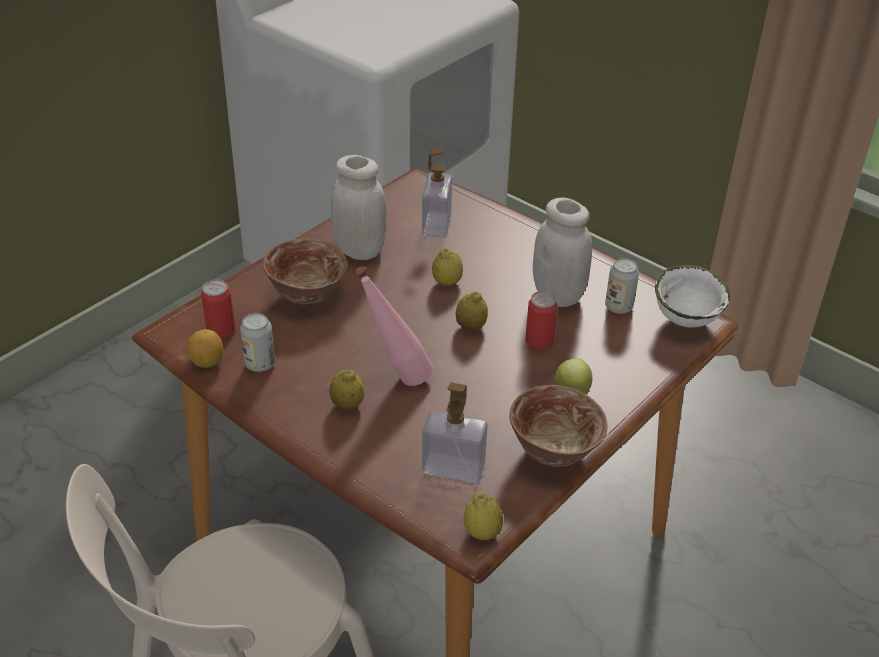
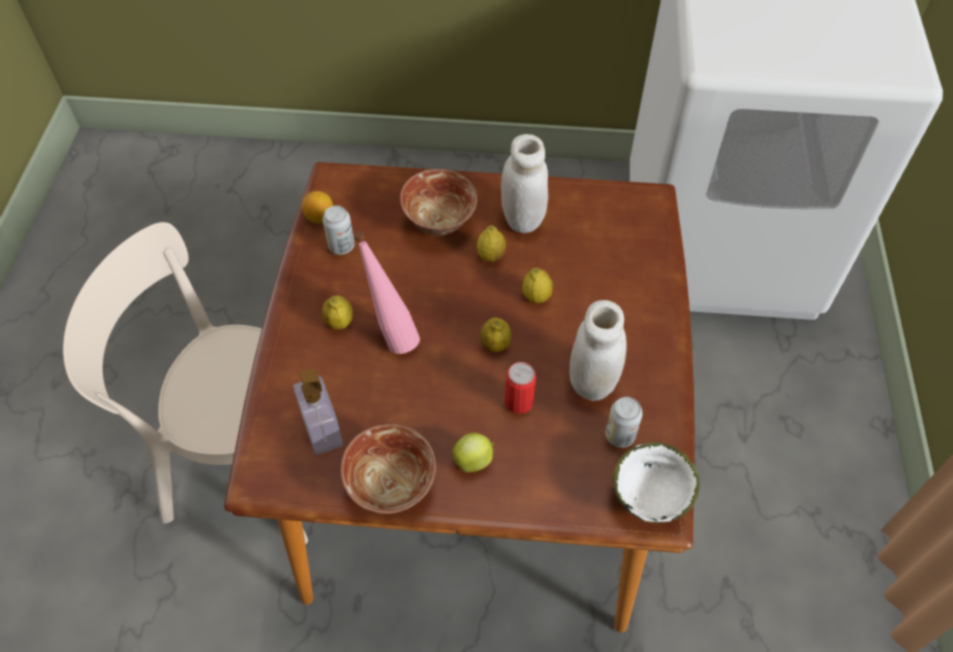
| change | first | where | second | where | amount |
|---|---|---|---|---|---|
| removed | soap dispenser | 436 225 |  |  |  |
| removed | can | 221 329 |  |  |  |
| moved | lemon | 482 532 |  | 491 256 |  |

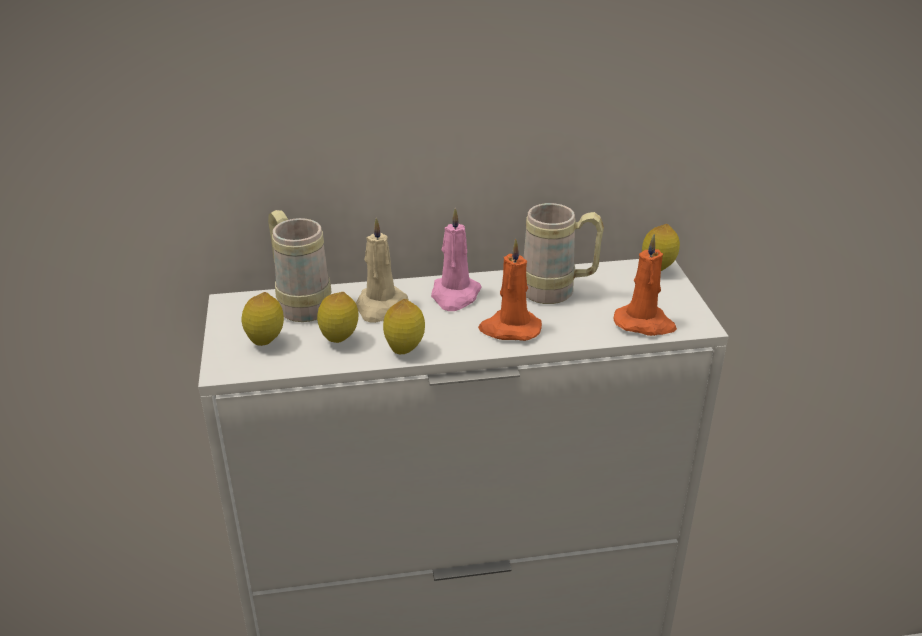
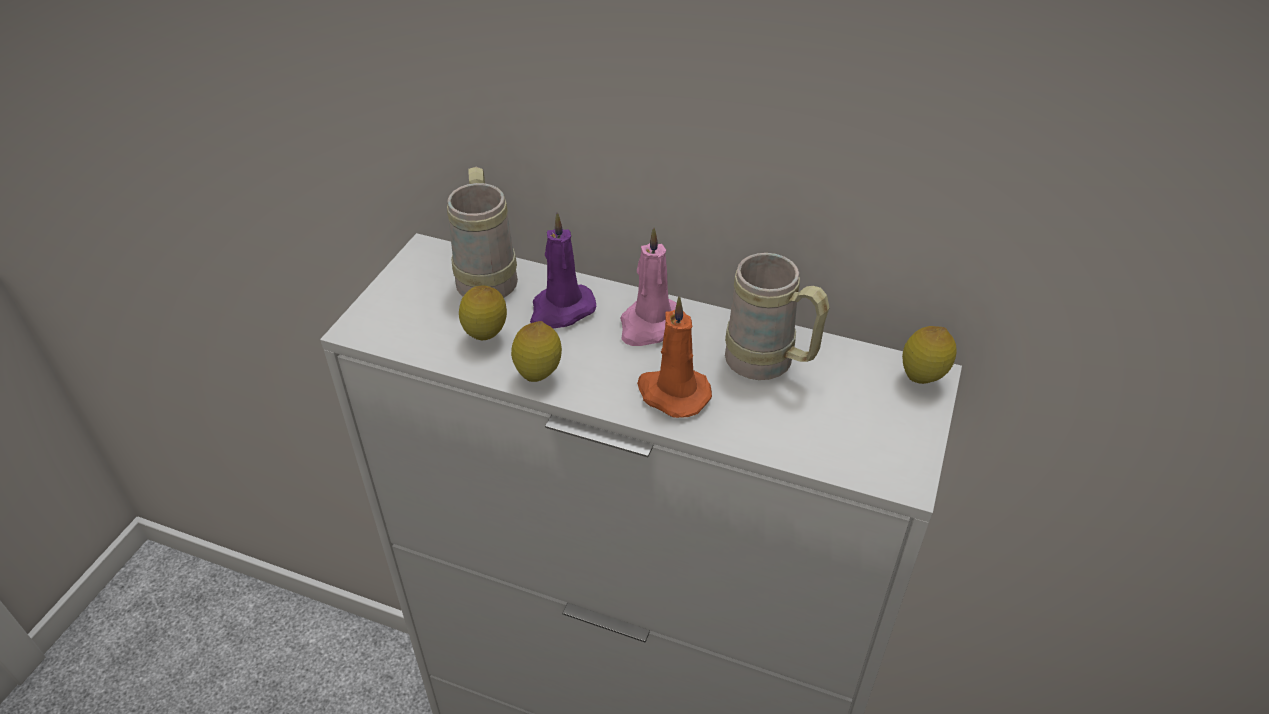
| change | first | where | second | where | amount |
|---|---|---|---|---|---|
| recoloured | candle (beige) | 380 306 | candle (purple) | 561 310 |  |
| removed | candle (orange) | 645 323 |  |  |  |
| removed | lemon | 266 343 |  |  |  |

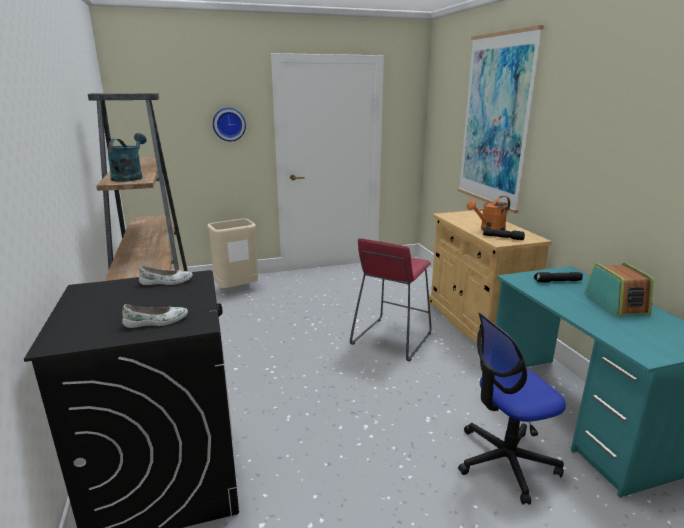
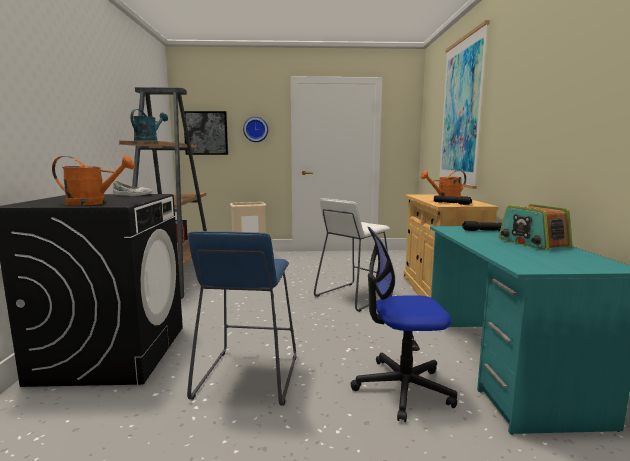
| change | first | where | second | where | amount |
|---|---|---|---|---|---|
| recoloured | stool (red) | 391 339 | stool (white) | 353 296 |  |
| turned | radio | 616 303 |  | 532 243 | 150 degrees clockwise |
| replaced | shoe (white) | 156 322 | watering can (orange) | 94 203 |  |
| added |  |  | picture | 206 133 |  |
| added |  |  | stool (blue) | 248 377 |  |

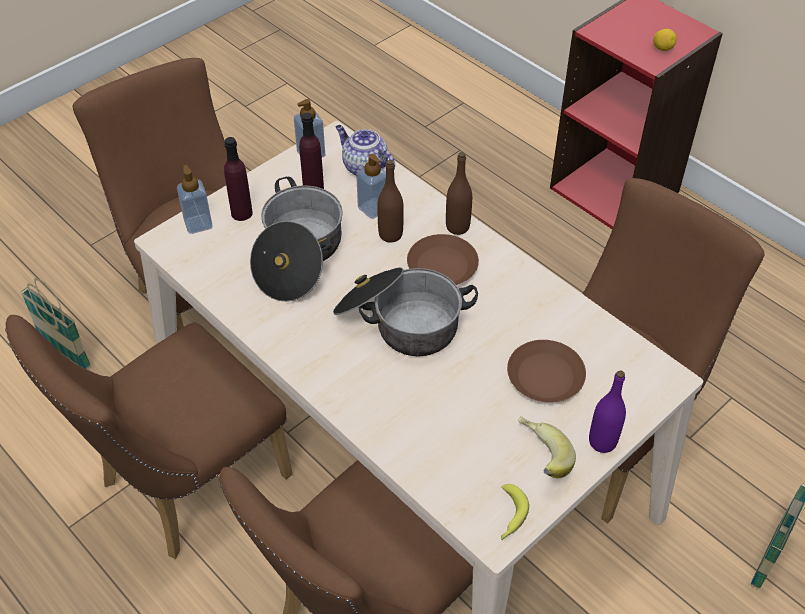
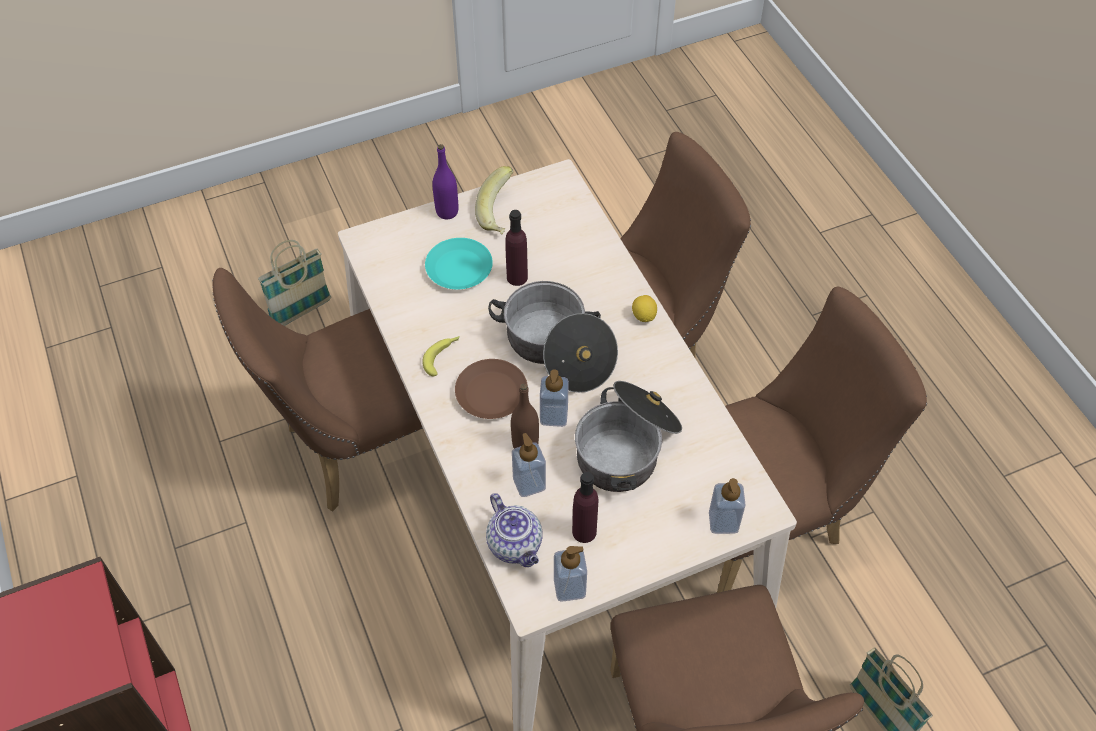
| change | first | where | second | where | amount |
|---|---|---|---|---|---|
| moved | lemon | 662 48 |  | 643 316 |  |
| moved | bottle (purple) | 241 213 |  | 517 277 |  |
| removed | bottle (brown) | 457 227 |  |  |  |
| recoloured | plate (brown) | 544 376 | plate (turquoise) | 460 269 |  |
| moved | banana | 509 516 |  | 442 356 |  |
| added |  |  | soap dispenser | 554 415 |  |

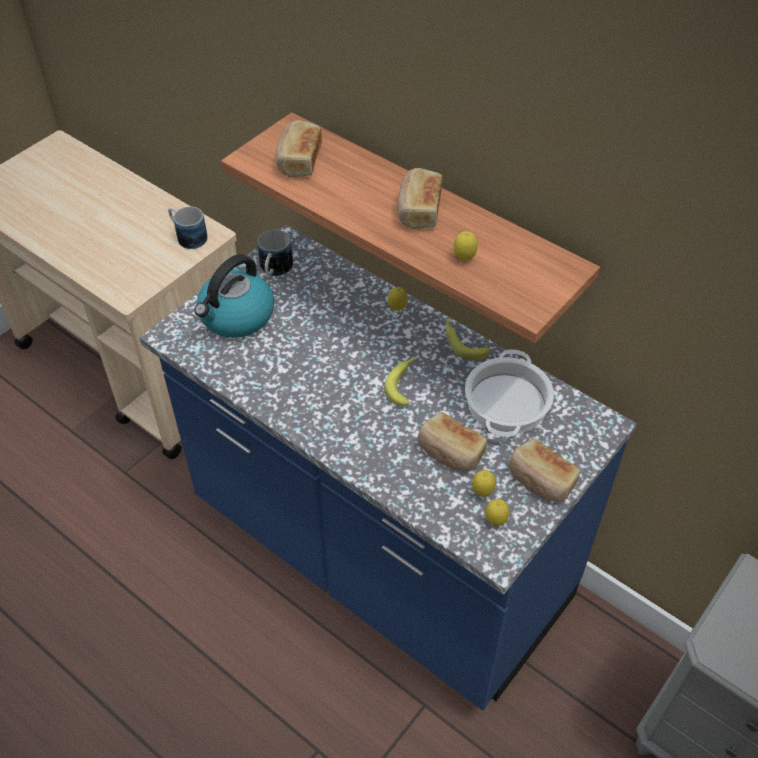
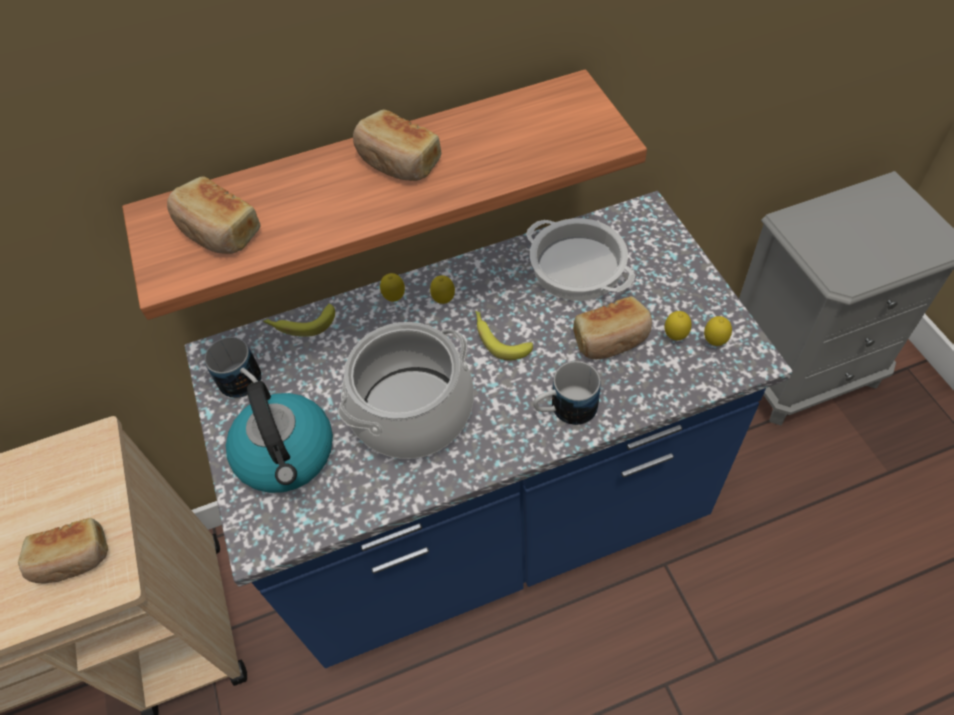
| change | first | where | second | where | amount |
|---|---|---|---|---|---|
| moved | mug | 187 236 |  | 564 410 |  |
| moved | lemon | 464 258 |  | 444 301 |  |
| moved | banana | 462 342 |  | 300 324 |  |
| moved | bread | 541 480 |  | 72 559 |  |
| added |  |  | cooking pot | 412 410 |  |

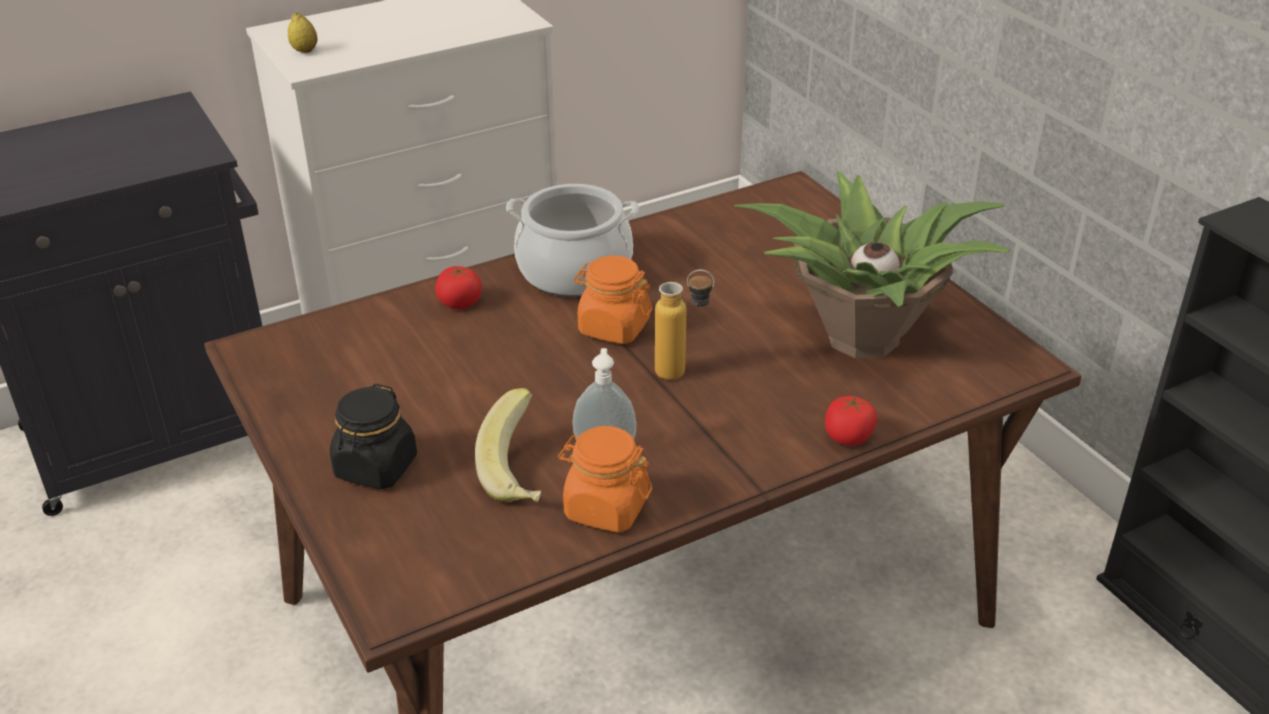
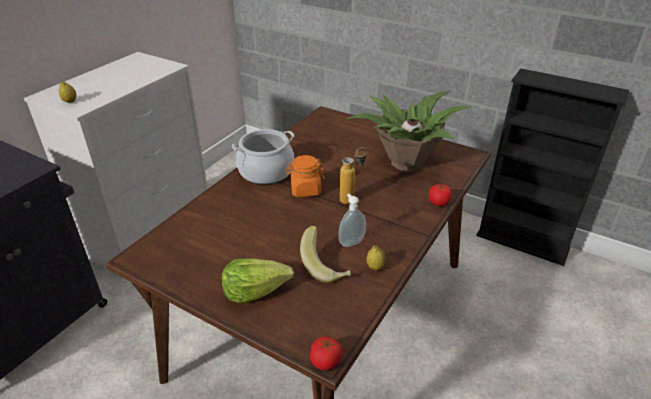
| change | first | where | second | where | amount |
|---|---|---|---|---|---|
| moved | tomato | 460 303 |  | 325 361 |  |
| replaced | jar (black) | 376 467 | lettuce | 255 290 |  |
| replaced | jar (orange) | 605 508 | lemon | 375 267 |  |

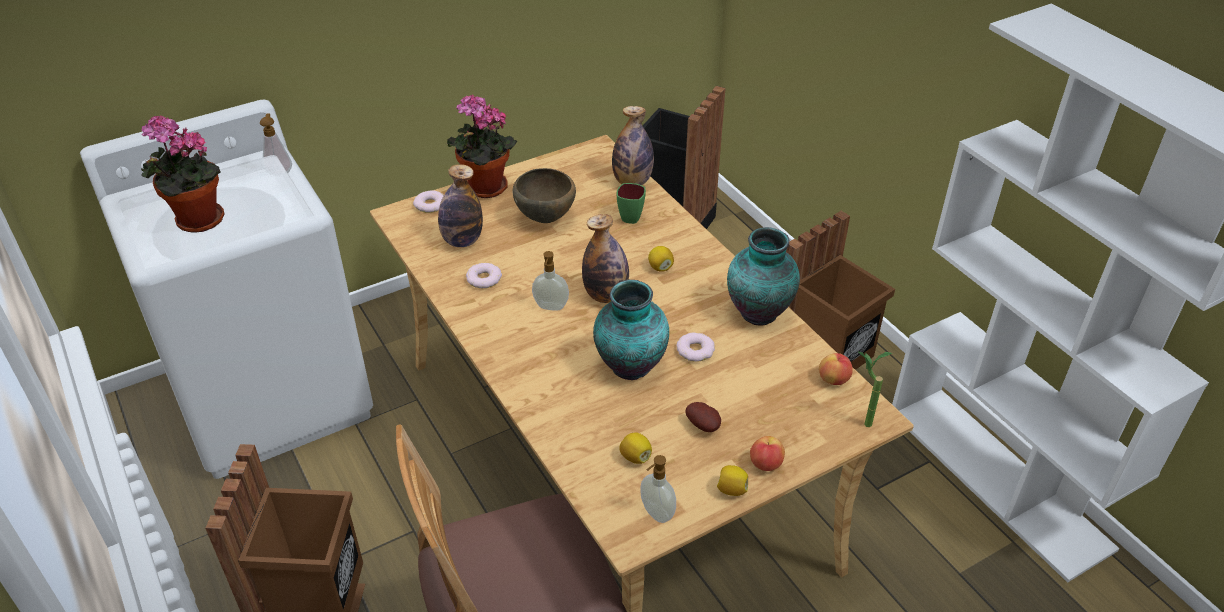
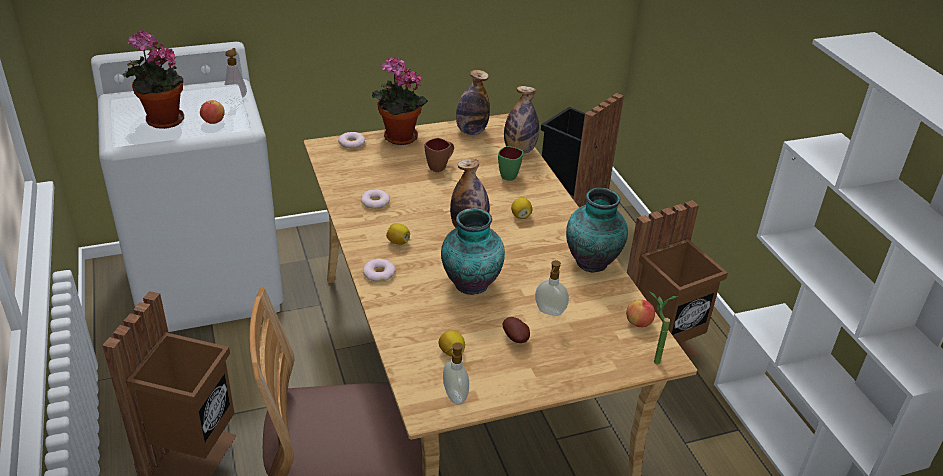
| change | first | where | second | where | amount |
|---|---|---|---|---|---|
| moved | bottle | 462 241 |  | 471 131 |  |
| replaced | bowl (brown) | 546 218 | mug (brown) | 440 166 |  |
| moved | soap dispenser | 550 307 |  | 549 312 |  |
| moved | donut | 695 350 |  | 379 273 |  |
| moved | apple | 765 464 |  | 213 122 |  |
| moved | lemon | 731 489 |  | 398 242 |  |

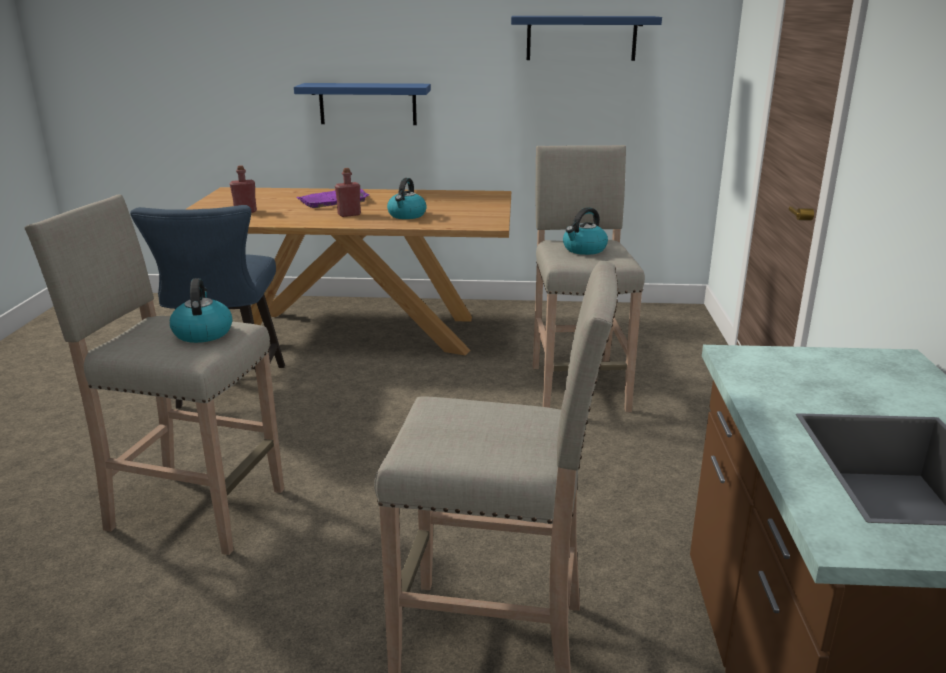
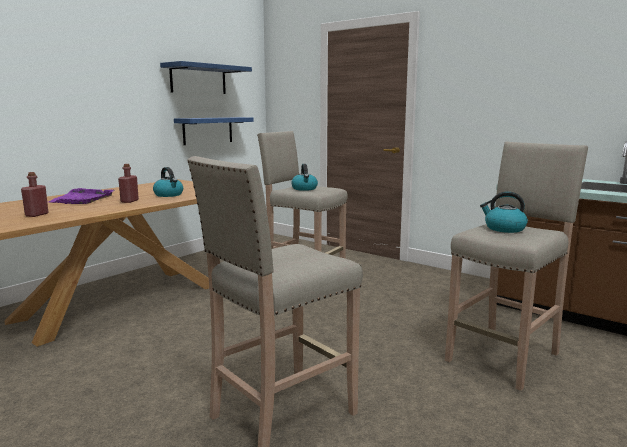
| change | first | where | second | where | amount |
|---|---|---|---|---|---|
| moved | shelf (blue) | 367 104 |  | 208 130 |  |
| removed | chair (blue) | 229 390 |  |  |  |
| moved | kettle | 202 333 |  | 504 229 |  |

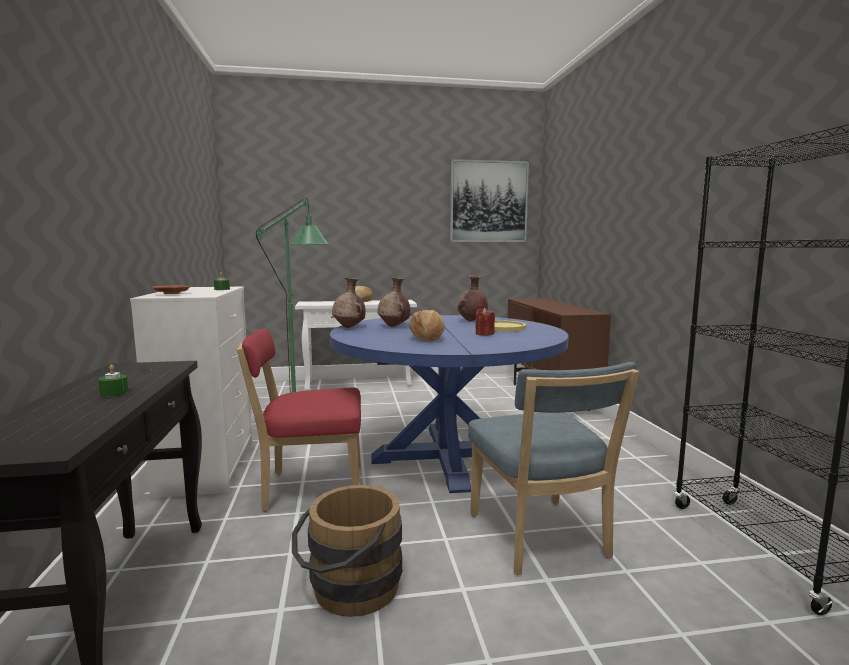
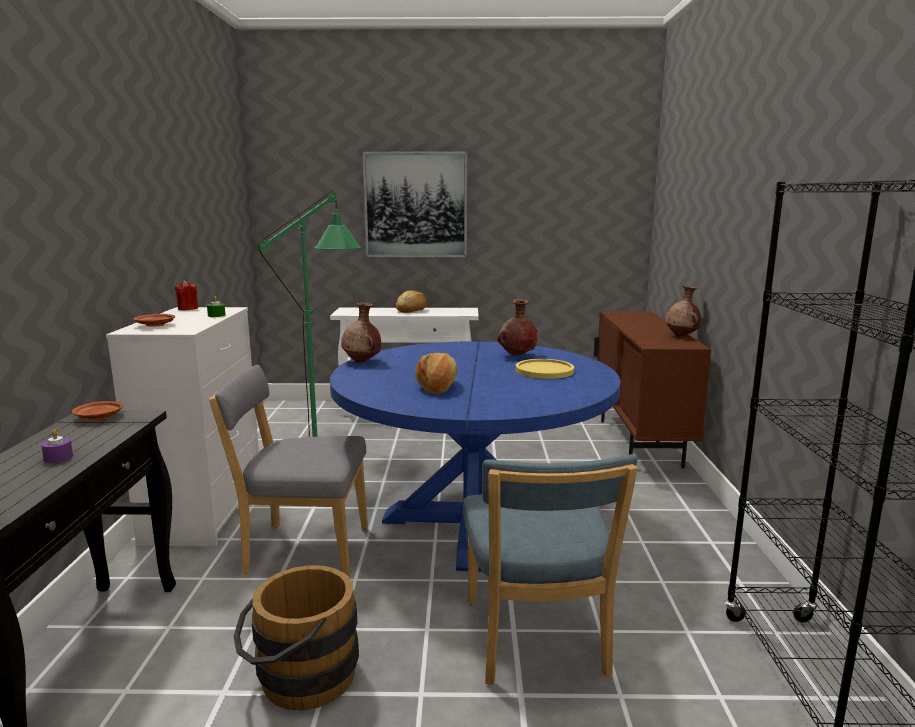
| change | first | where | second | where | amount |
|---|---|---|---|---|---|
| moved | picture | 488 202 |  | 415 205 |  |
| moved | vase (brown) | 394 326 |  | 682 336 |  |
| moved | candle (red) | 484 334 |  | 188 308 |  |
| recoloured | chair (red) | 309 488 | chair (grey) | 301 549 |  |
| recoloured | candle (green) | 114 393 | candle (purple) | 58 458 |  |
| added |  |  | plate (brown) | 99 417 |  |

